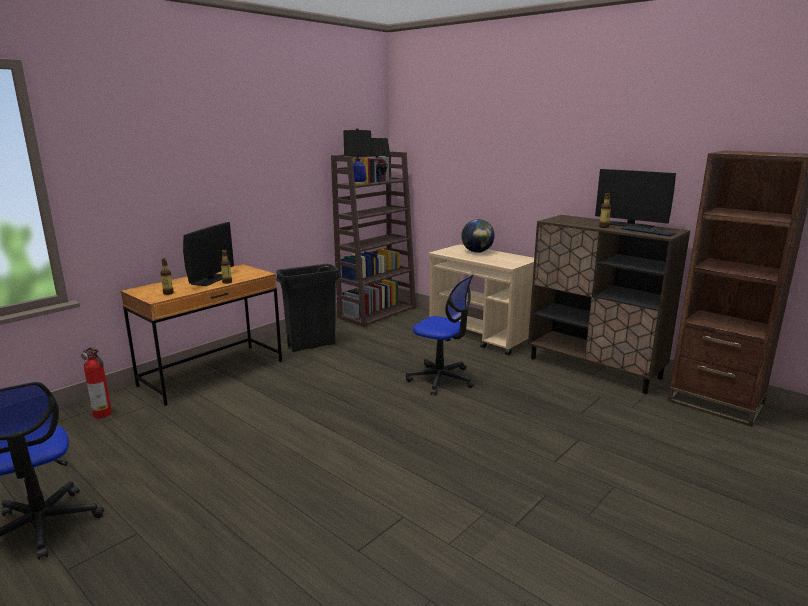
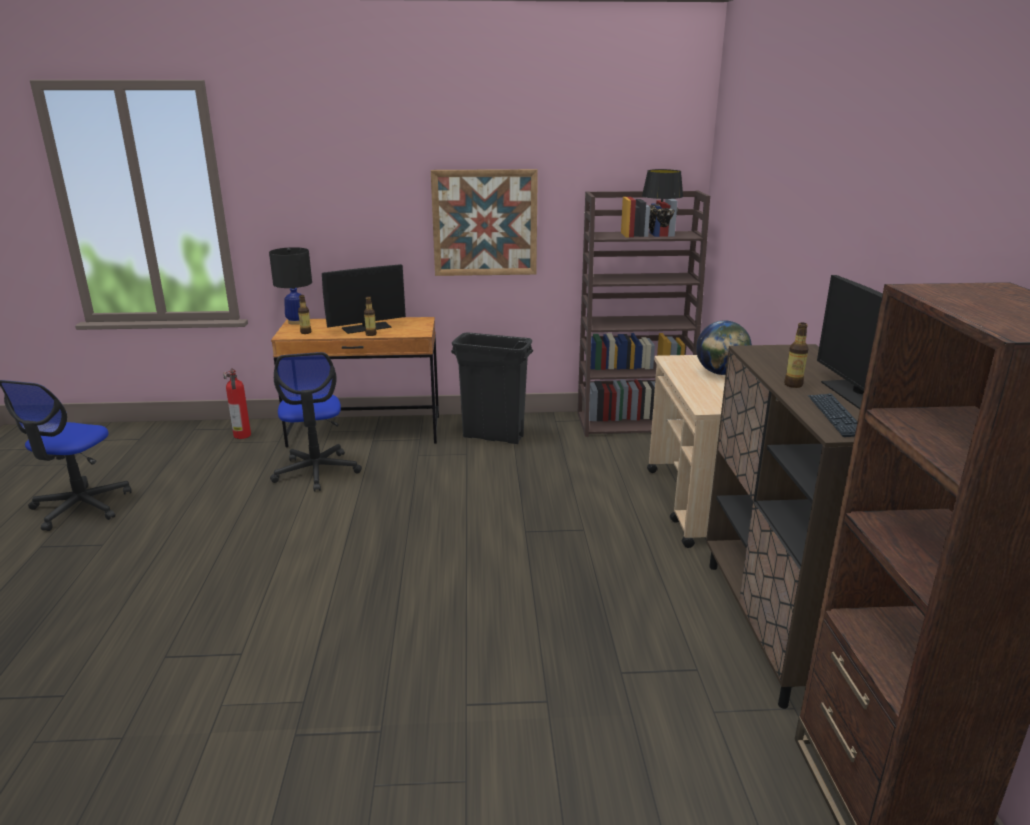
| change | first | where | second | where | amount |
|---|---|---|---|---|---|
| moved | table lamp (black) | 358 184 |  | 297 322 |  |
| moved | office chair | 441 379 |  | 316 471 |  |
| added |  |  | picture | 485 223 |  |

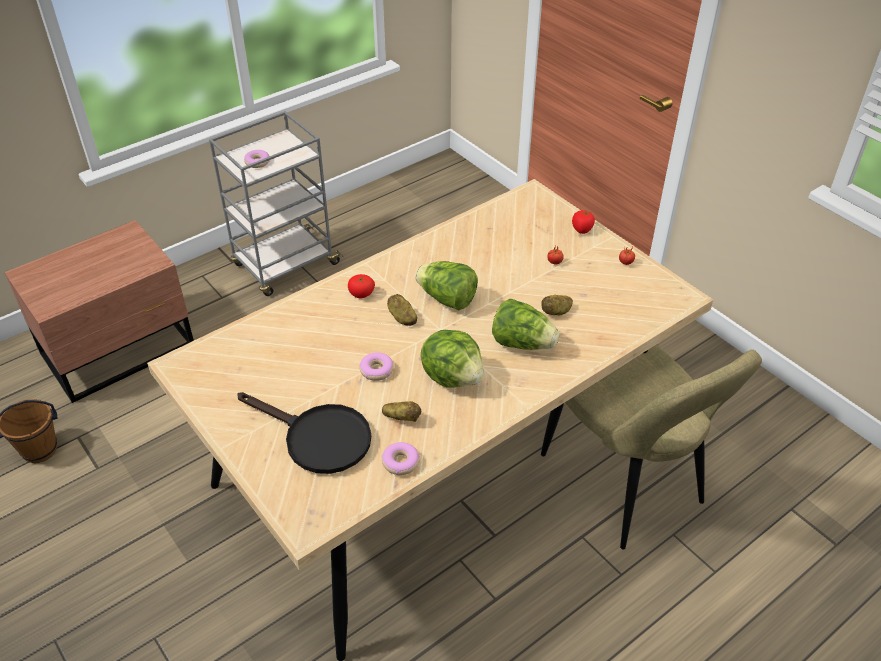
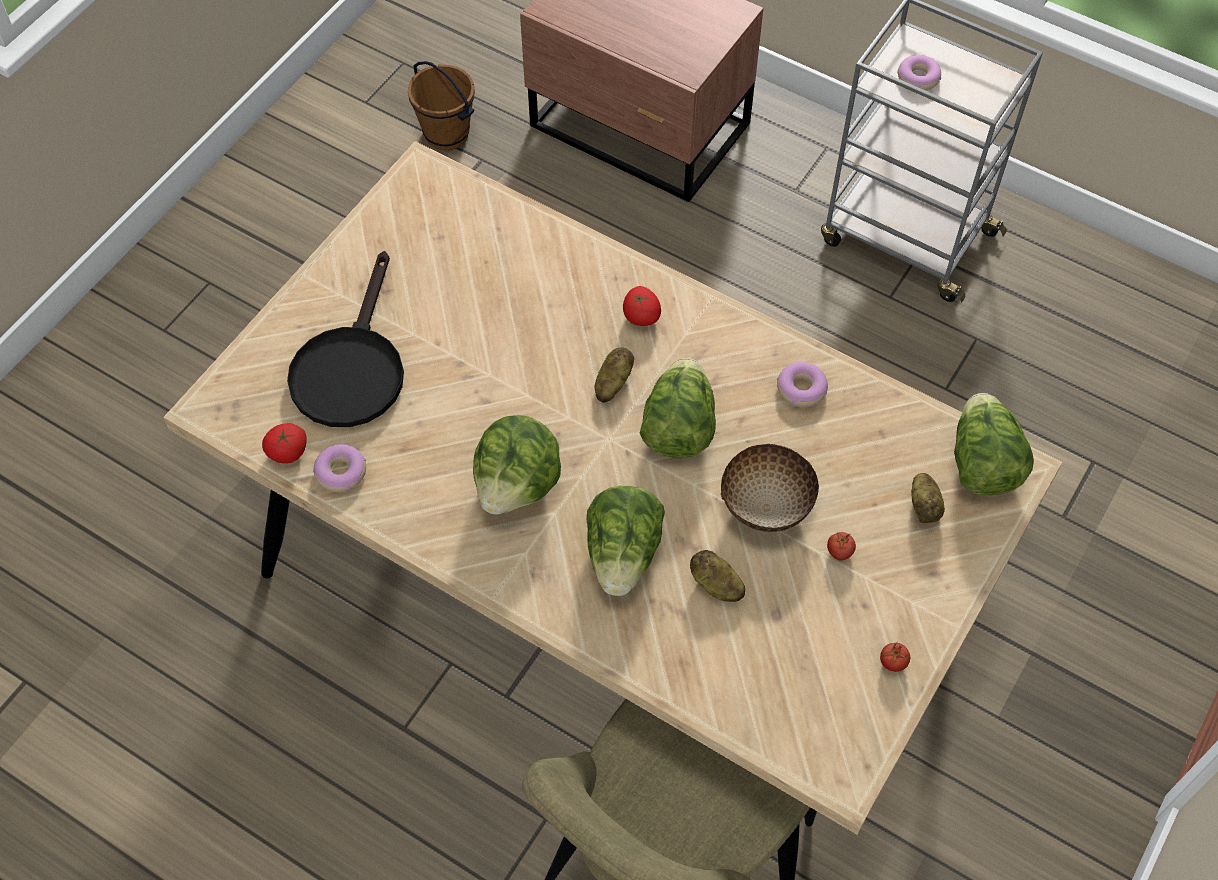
| change | first | where | second | where | amount |
|---|---|---|---|---|---|
| moved | tomato | 582 229 |  | 287 452 |  |
| moved | donut | 376 370 |  | 801 388 |  |
| moved | potato | 402 418 |  | 924 506 |  |
| added |  |  | lettuce | 981 463 |  |
| added |  |  | bowl | 766 505 |  |

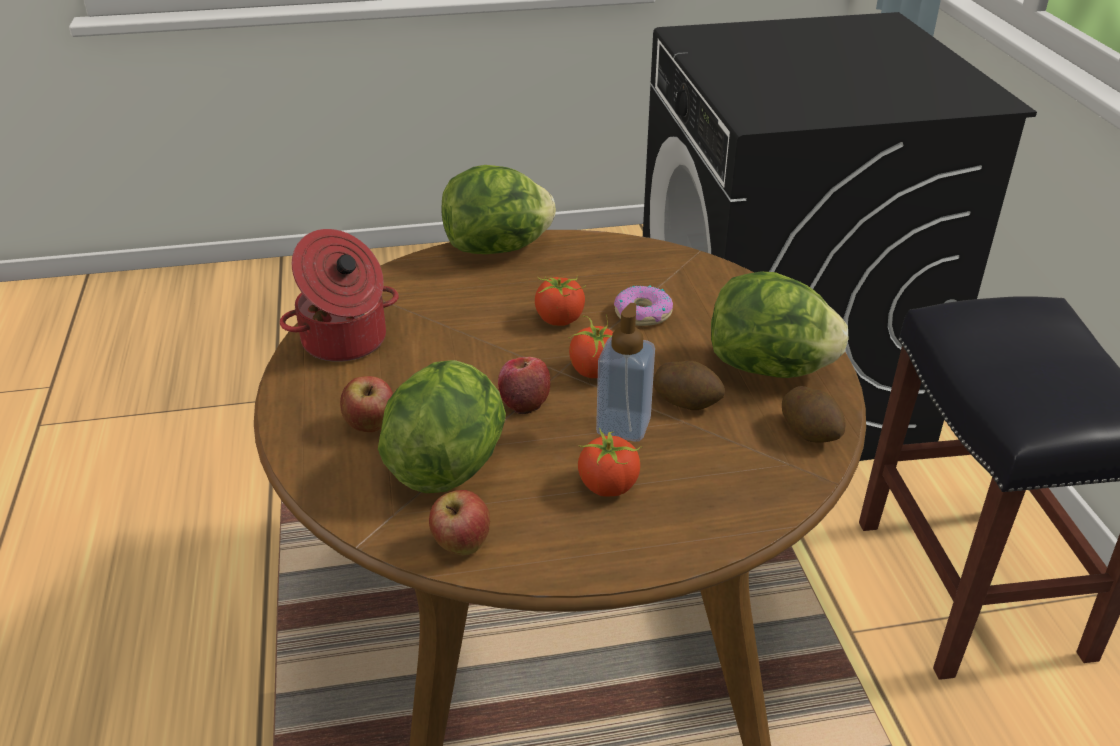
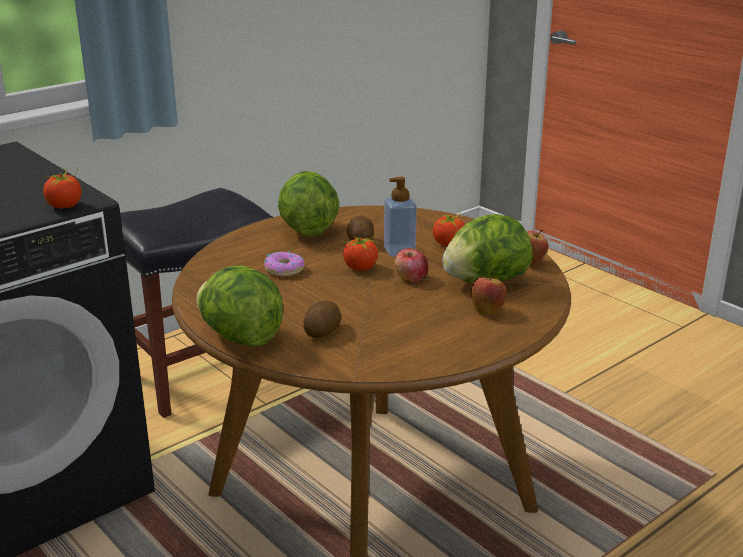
| change | first | where | second | where | amount |
|---|---|---|---|---|---|
| removed | cooking pot | 345 342 |  |  |  |
| moved | tomato | 560 319 |  | 64 206 |  |
| moved | potato | 810 431 |  | 322 331 |  |

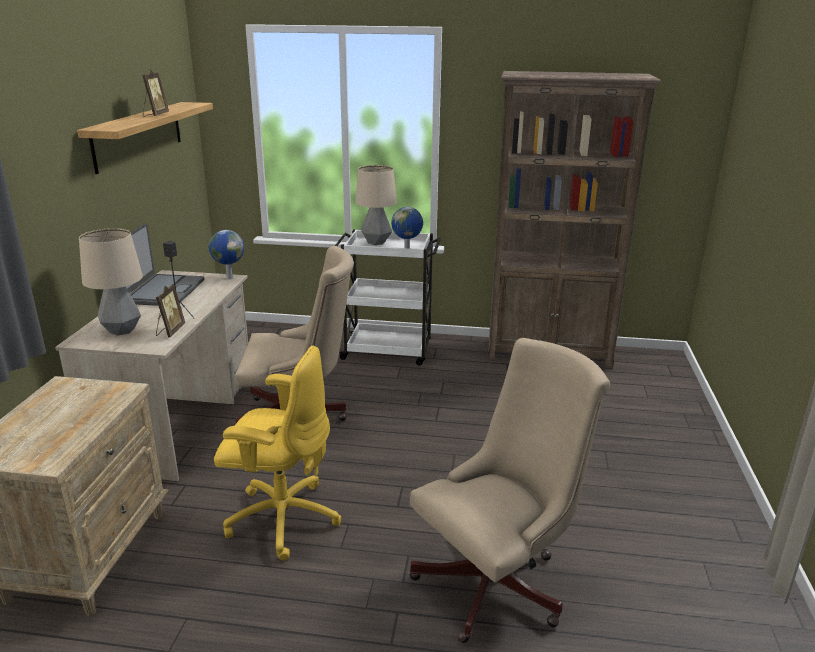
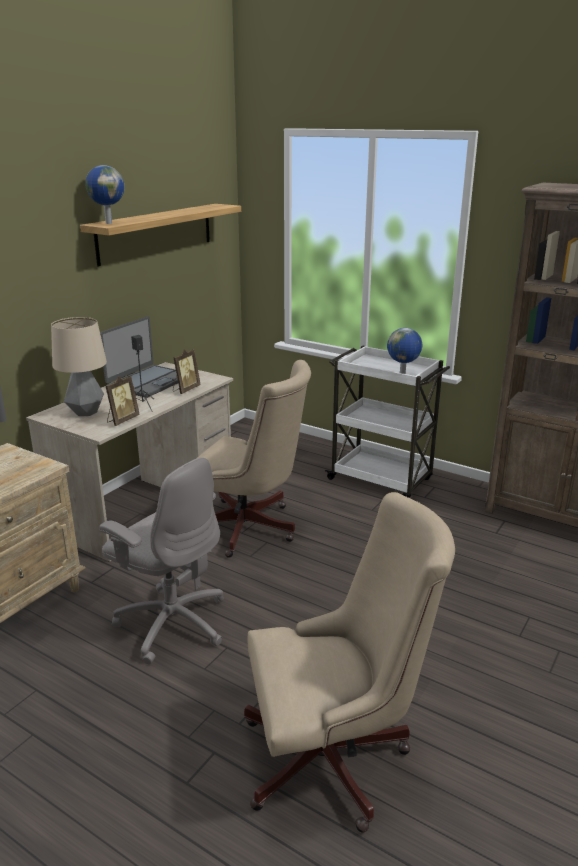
| change | first | where | second | where | amount |
|---|---|---|---|---|---|
| moved | picture frame | 155 115 |  | 185 389 |  |
| removed | table lamp | 376 242 |  |  |  |
| moved | globe | 229 278 |  | 108 223 |  |
| recoloured | office chair (yellow) | 281 518 | office chair (grey) | 172 622 |  |

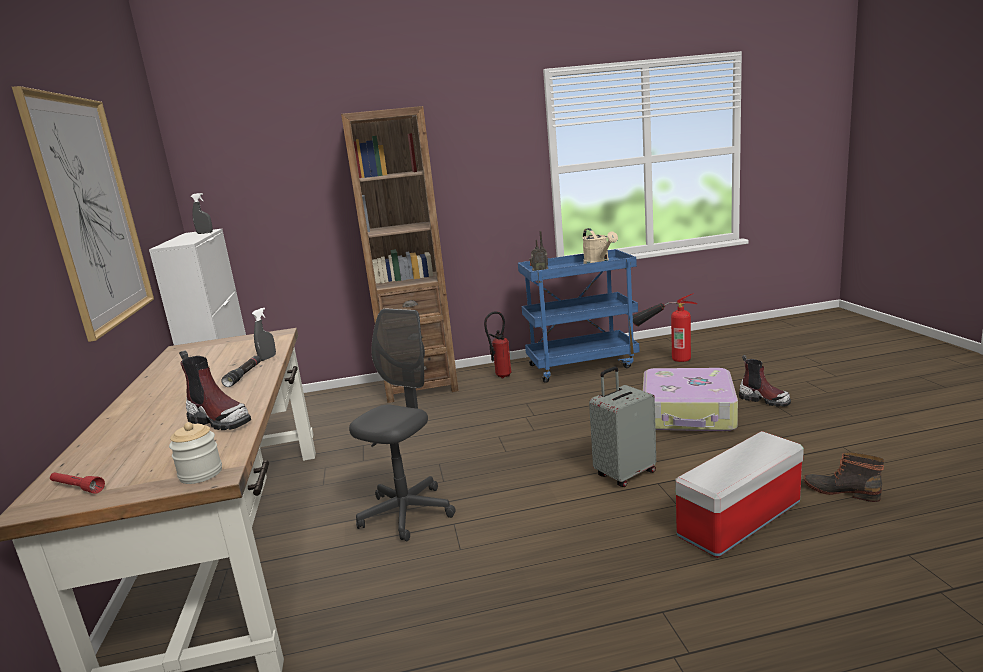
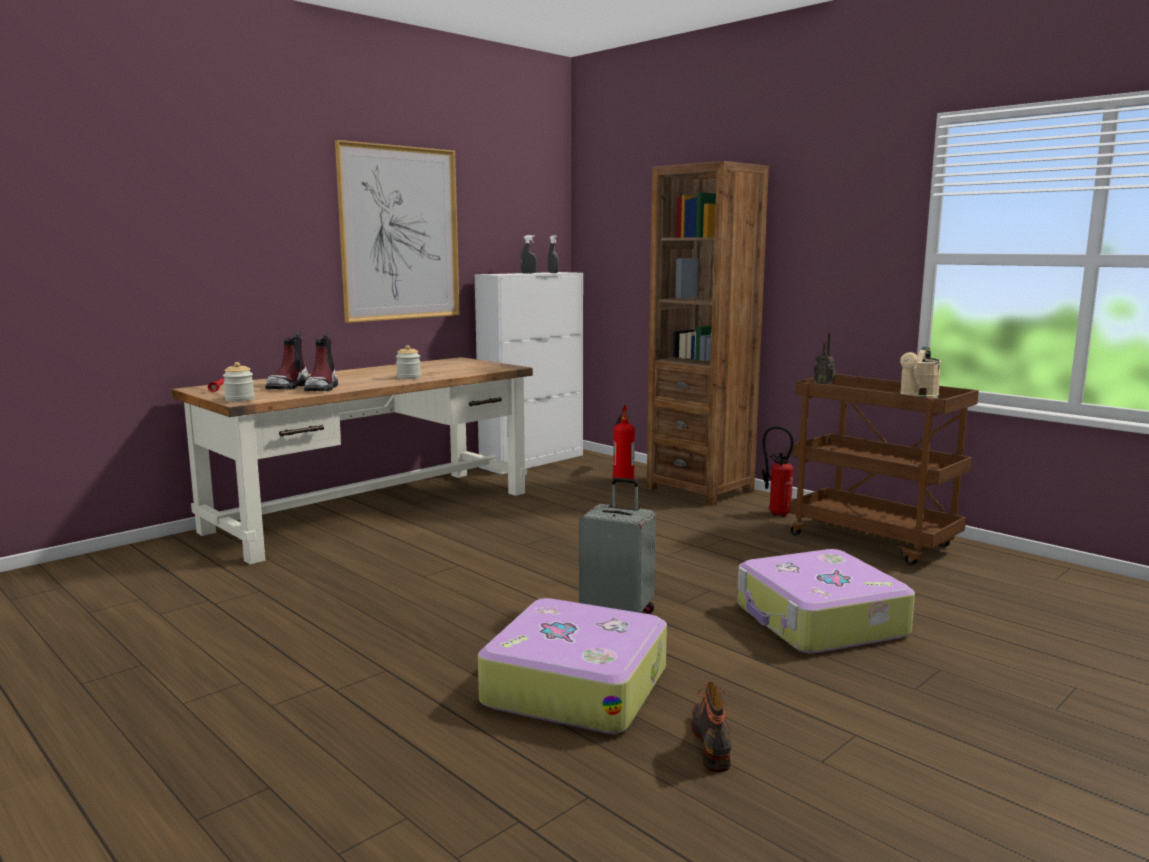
| change | first | where | second | where | amount |
|---|---|---|---|---|---|
| recoloured | cart (blue) | 582 365 | cart (brown) | 874 541 |  |
| moved | fire extinguisher | 664 357 |  | 622 474 |  |
| moved | spray bottle (grey) | 268 358 |  | 528 273 |  |
| removed | office chair (grey) | 407 513 |  |  |  |
| moved | boot | 764 400 |  | 289 386 |  |
| replaced | flashlight (black) | 244 375 | jar | 408 377 |  |
| replaced | storage box | 739 521 | suitcase | 575 685 |  |

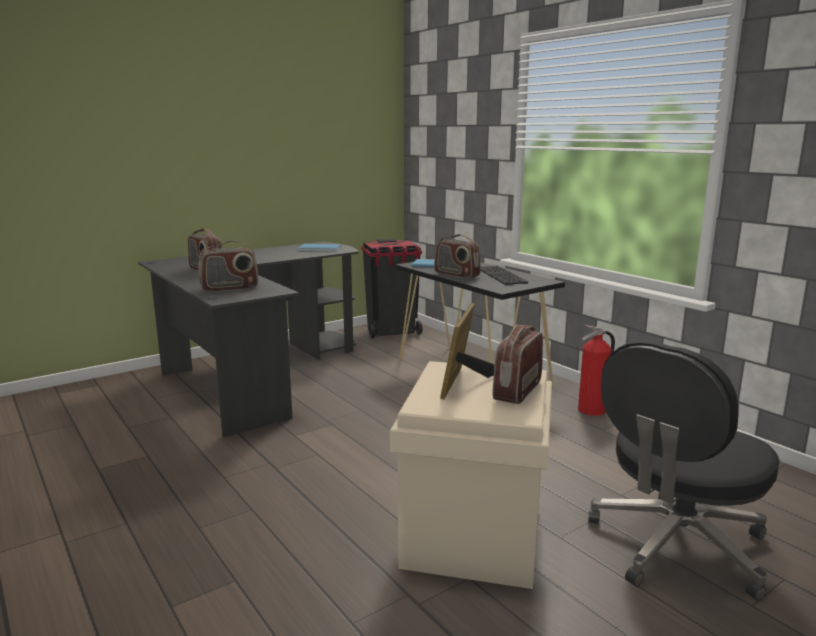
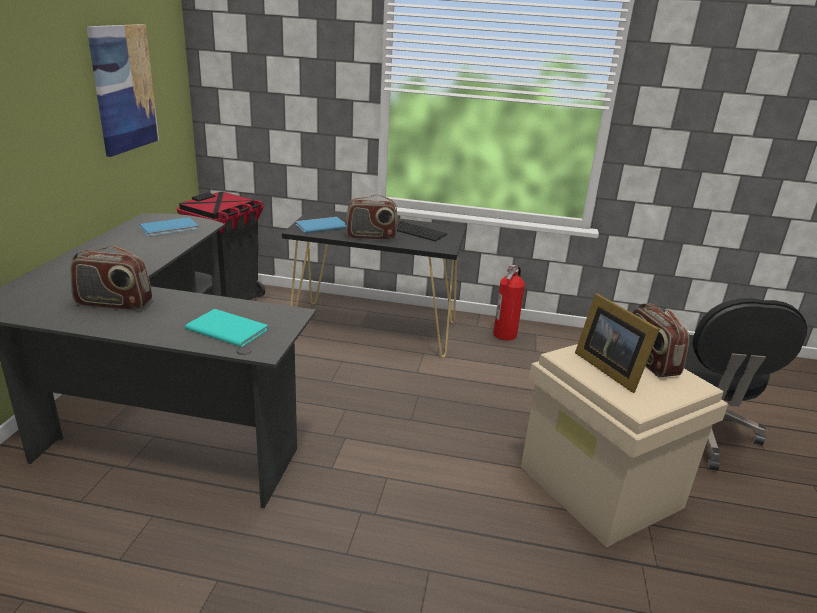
| change | first | where | second | where | amount |
|---|---|---|---|---|---|
| replaced | radio | 229 288 | book (turquoise) | 227 328 |  |
| added |  |  | picture | 124 88 |  |

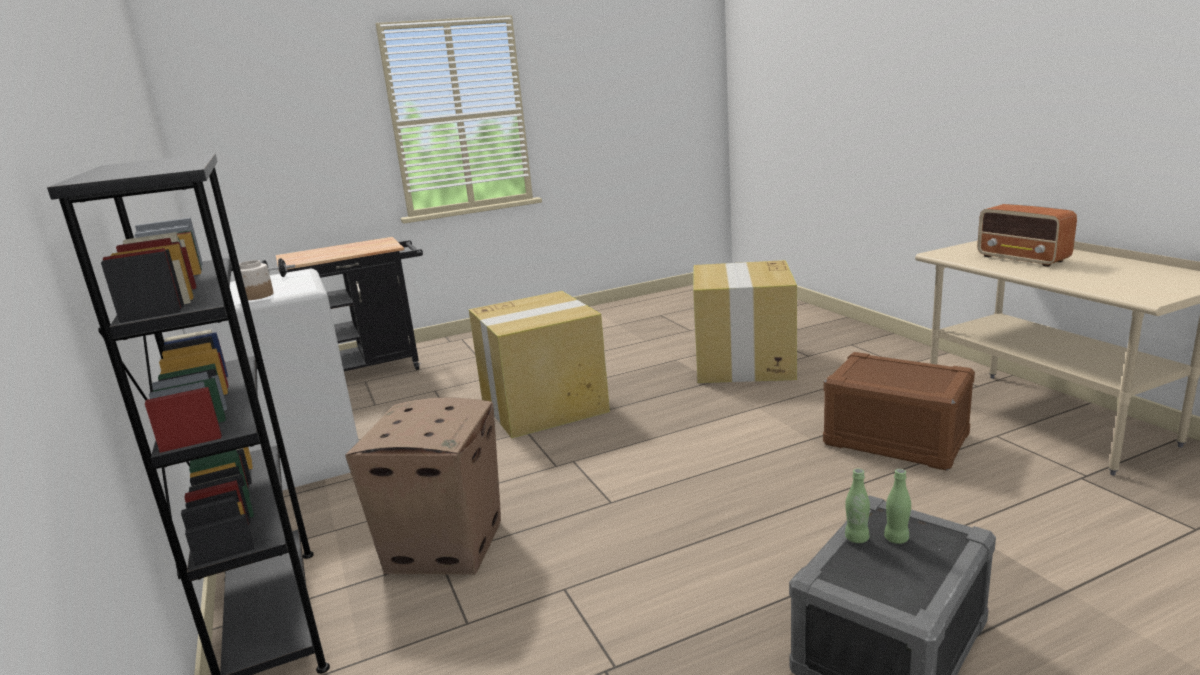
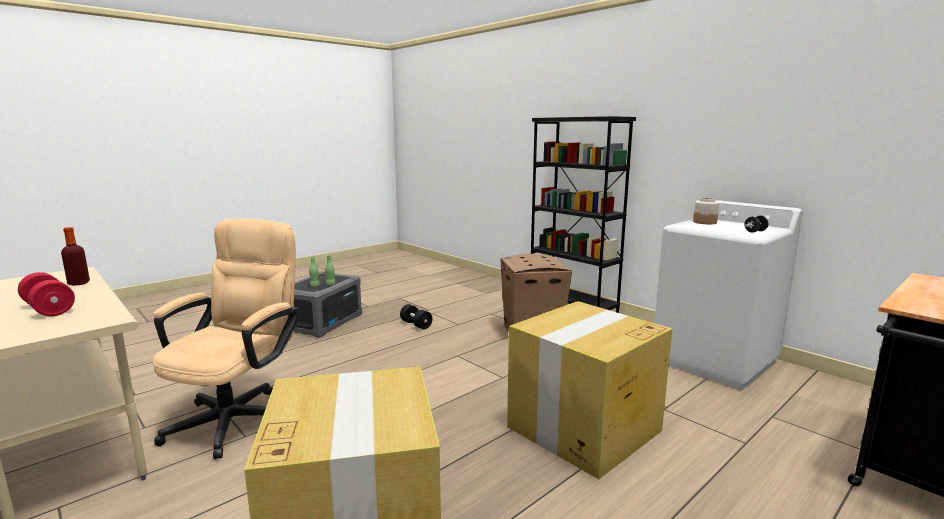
| change | first | where | second | where | amount |
|---|---|---|---|---|---|
| replaced | radio | 1023 259 | dumbbell (red) | 49 309 |  |
| replaced | storage box (brown) | 894 440 | office chair (beige) | 239 415 |  |
| added |  |  | bottle | 79 283 |  |
| added |  |  | dumbbell (black) | 416 324 |  |

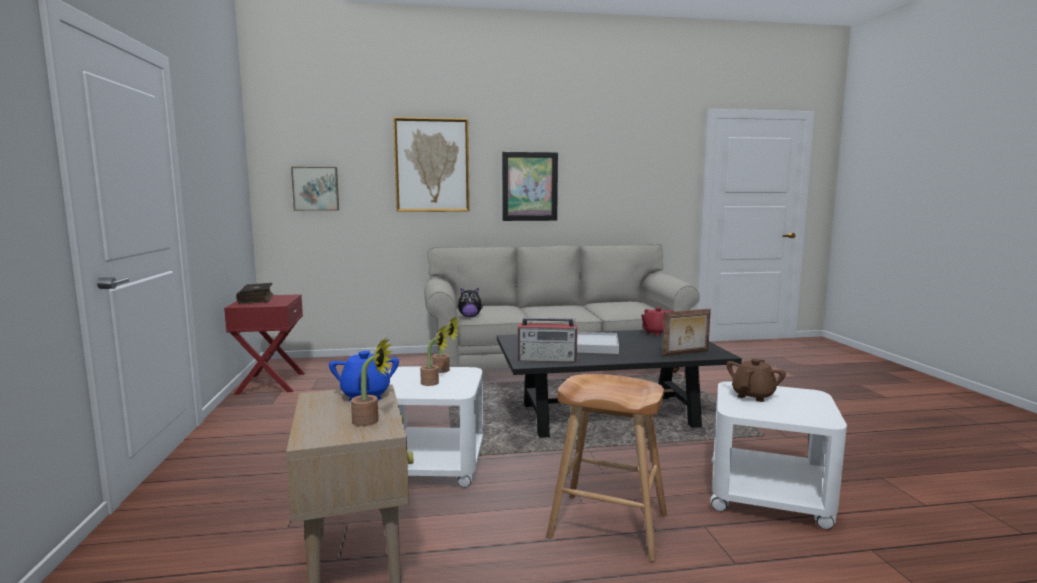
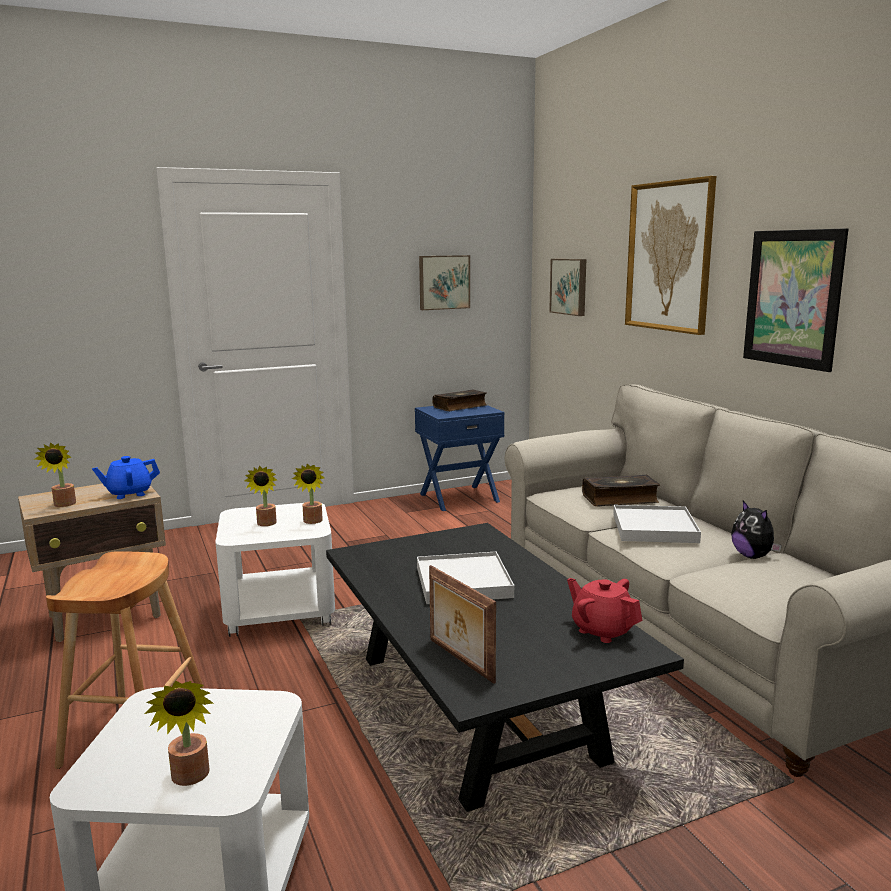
| change | first | where | second | where | amount |
|---|---|---|---|---|---|
| moved | plush toy | 470 316 |  | 753 556 |  |
| recoloured | nightstand (red) | 270 383 | nightstand (blue) | 458 497 |  |
| removed | radio | 548 359 |  |  |  |
| removed | teapot (brown) | 753 395 |  |  |  |
| added |  |  | picture | 443 282 |  |
| added |  |  | book | 620 499 |  |
| added |  |  | tray (white) | 654 528 |  |
| added |  |  | potted plant | 190 778 |  |

